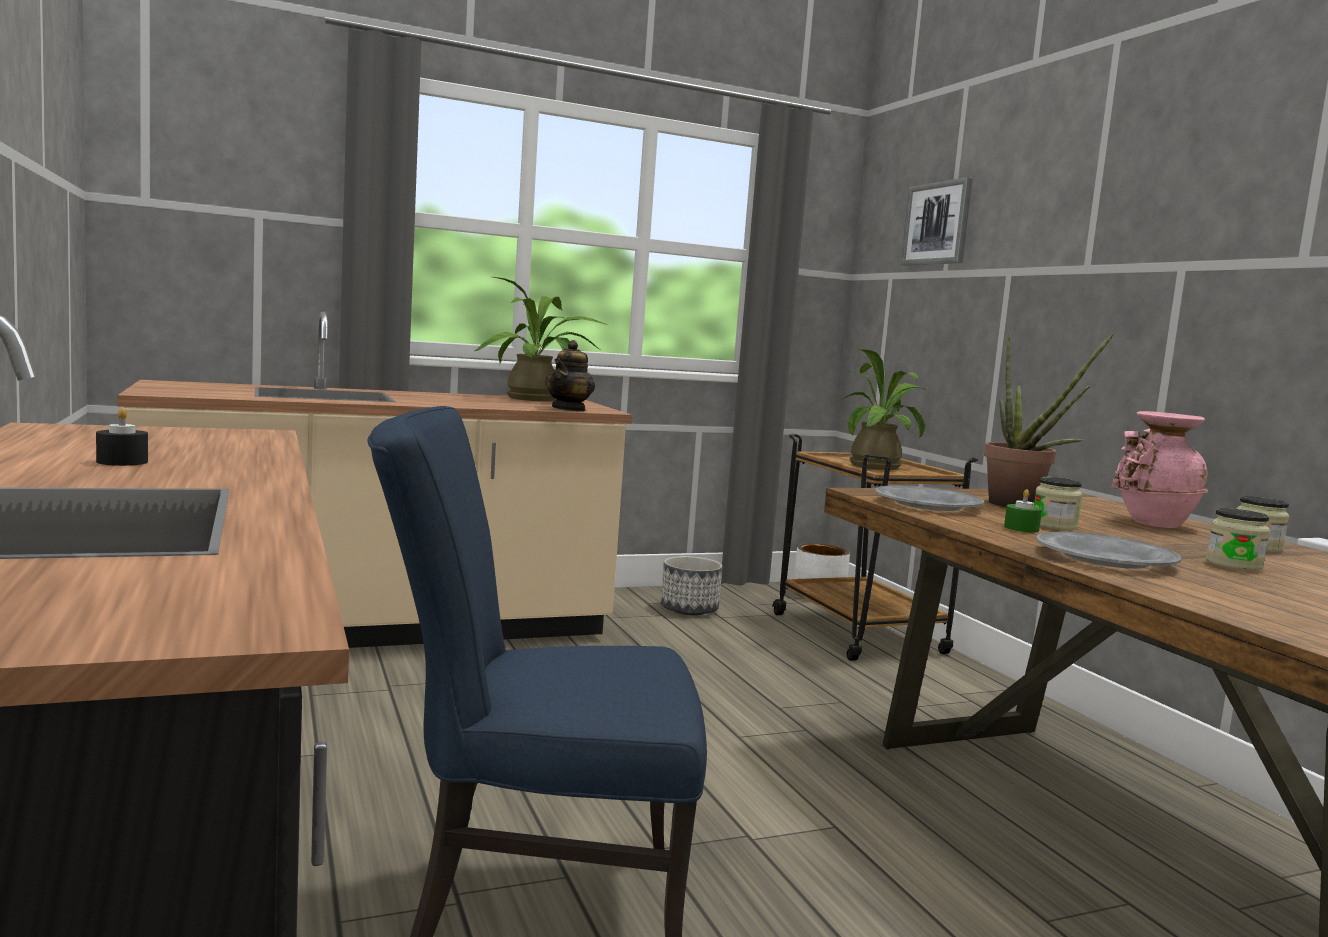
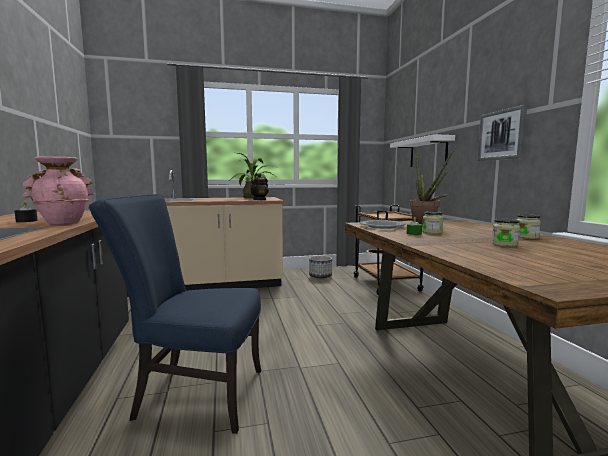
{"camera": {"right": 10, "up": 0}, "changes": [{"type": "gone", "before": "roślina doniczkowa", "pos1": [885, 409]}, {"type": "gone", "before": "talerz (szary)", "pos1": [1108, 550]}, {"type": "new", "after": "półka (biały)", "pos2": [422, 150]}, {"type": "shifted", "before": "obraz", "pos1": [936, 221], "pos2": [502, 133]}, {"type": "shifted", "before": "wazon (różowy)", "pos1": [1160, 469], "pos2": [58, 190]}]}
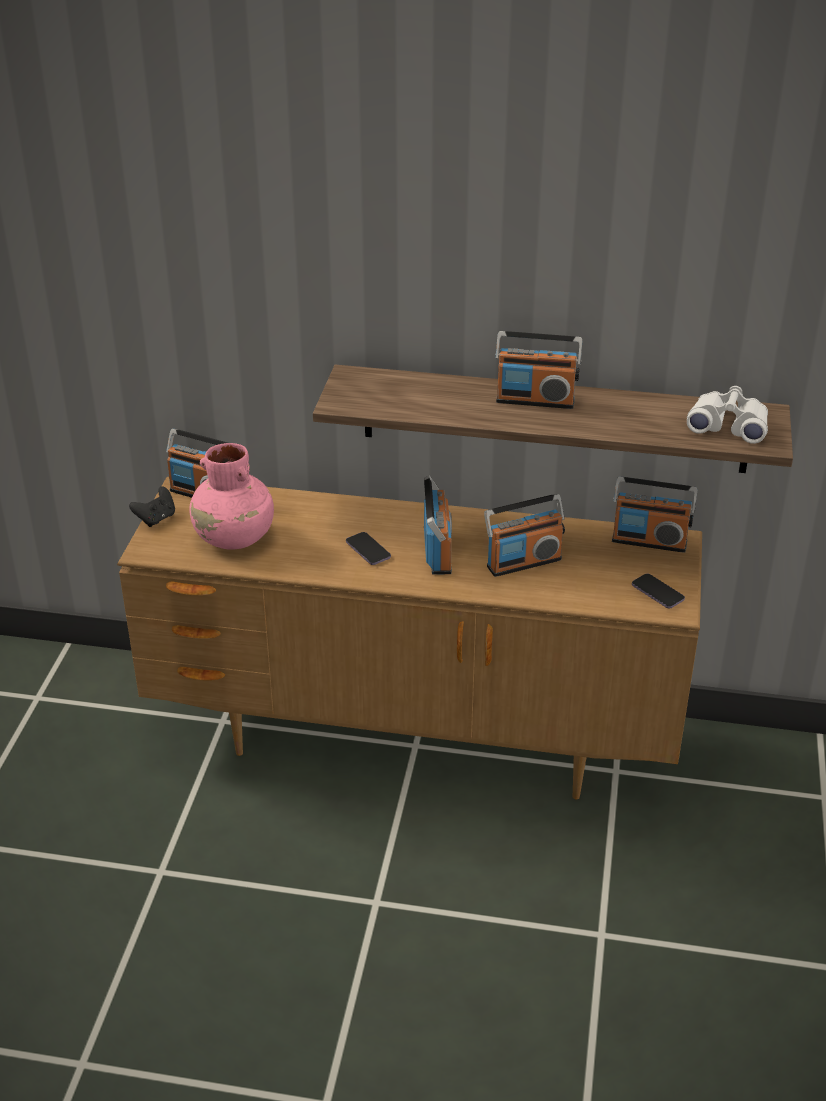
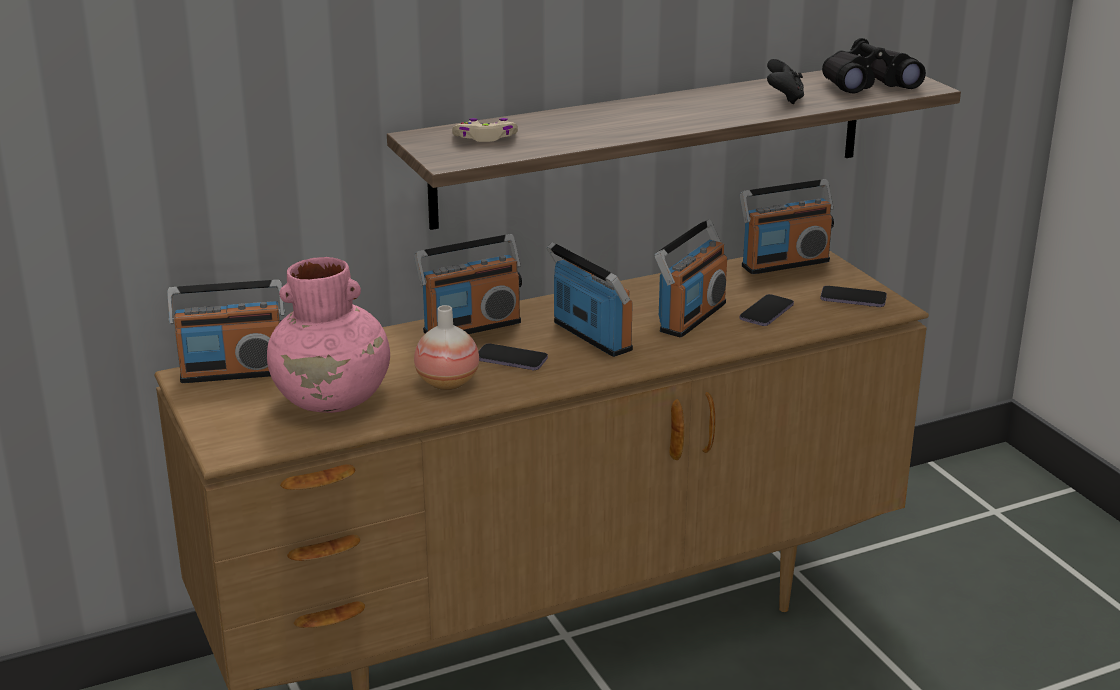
{"camera": {"right": -35, "up": -10}, "changes": [{"type": "new", "after": "wazon", "pos2": [446, 347]}, {"type": "new", "after": "pad do gier (beżowy)", "pos2": [485, 130]}, {"type": "new", "after": "telefon", "pos2": [767, 310]}, {"type": "shifted", "before": "pad do gier (czarny)", "pos1": [152, 506], "pos2": [785, 81]}, {"type": "shifted", "before": "radio", "pos1": [538, 370], "pos2": [468, 284]}, {"type": "repainted", "before": "lornetka (biały)", "after": "lornetka (czarny)", "pos1": [727, 415], "pos2": [874, 66]}]}
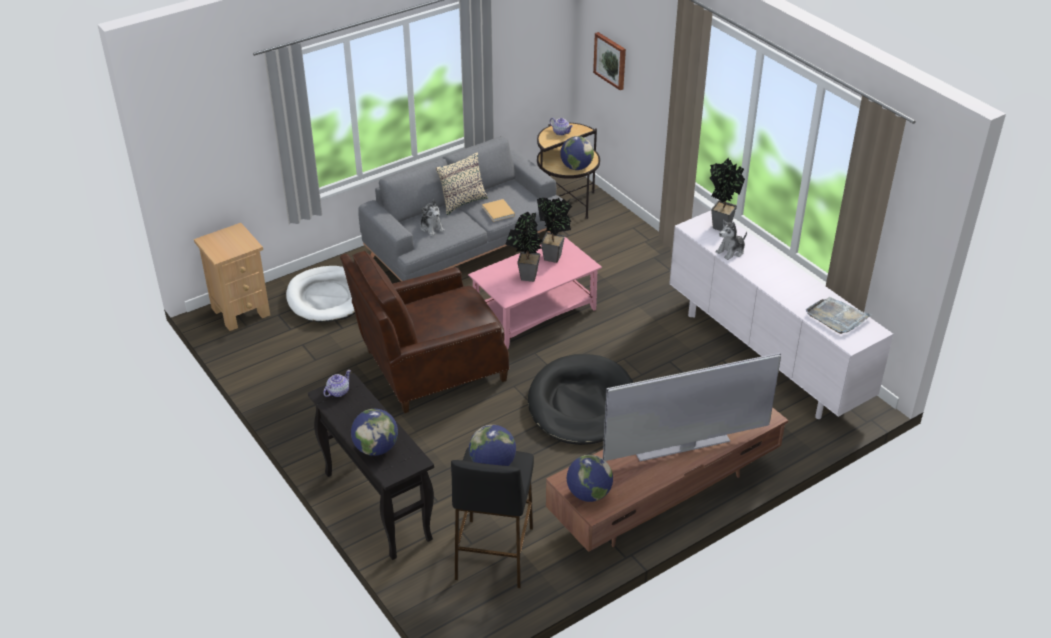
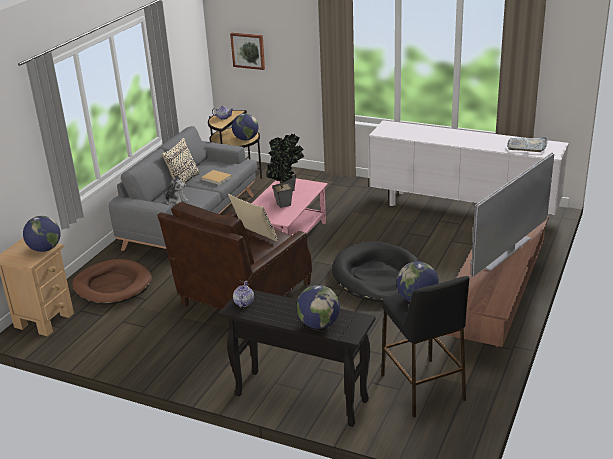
{"camera": {"right": -30, "up": -10}, "changes": [{"type": "gone", "before": "roślina doniczkowa", "pos1": [727, 194]}, {"type": "gone", "before": "pluszak", "pos1": [731, 240]}, {"type": "new", "after": "poduszka (beżowy)", "pos2": [253, 218]}, {"type": "shifted", "before": "globus", "pos1": [590, 478], "pos2": [42, 234]}, {"type": "repainted", "before": "legowisko (biały)", "after": "legowisko (brązowy)", "pos1": [320, 294], "pos2": [112, 282]}]}
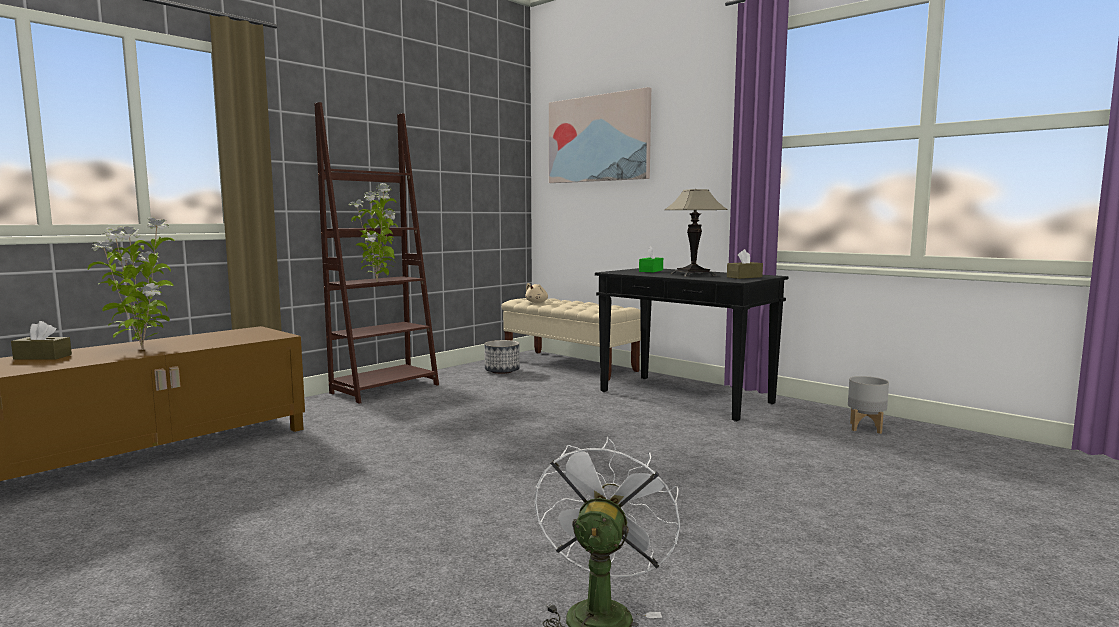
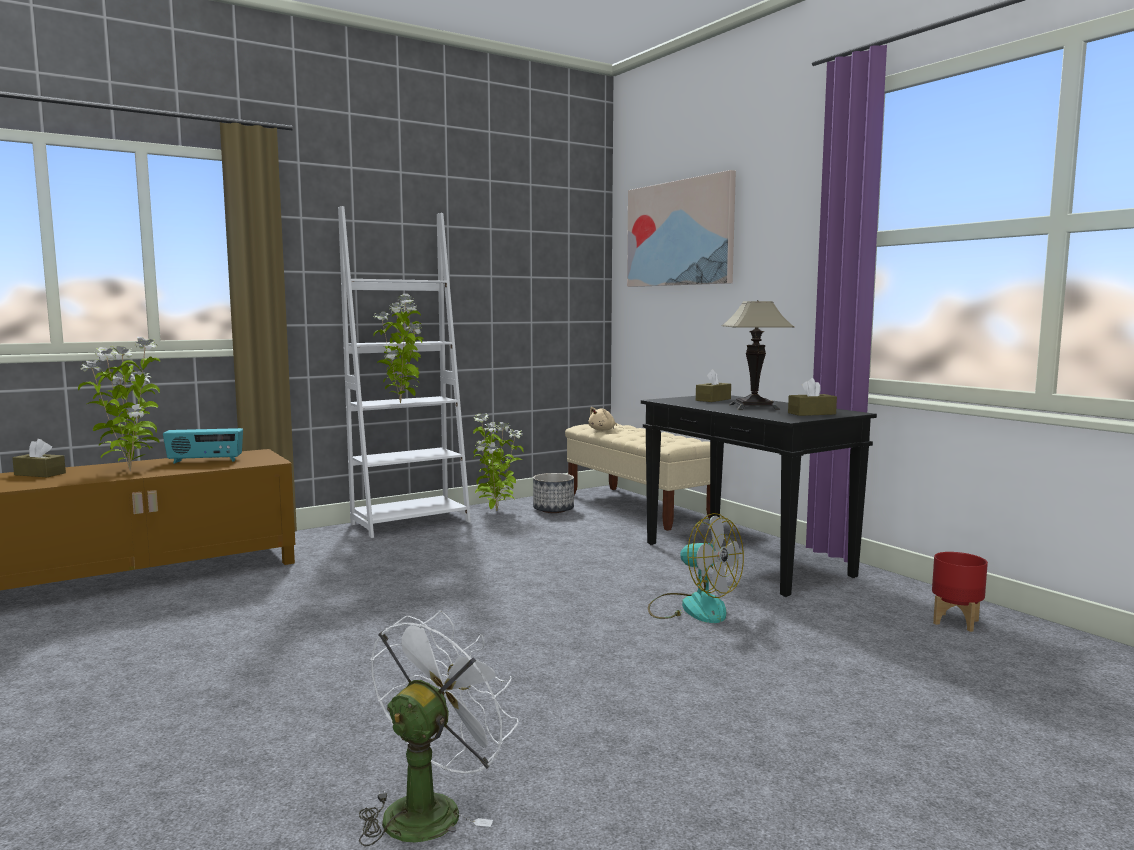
{"camera": {"right": 15, "up": 0}, "changes": [{"type": "new", "after": "radio", "pos2": [203, 445]}, {"type": "new", "after": "roślina doniczkowa", "pos2": [498, 462]}, {"type": "new", "after": "wentylator", "pos2": [696, 568]}, {"type": "repainted", "before": "regał (brązowy)", "after": "regał (biały)", "pos1": [376, 253], "pos2": [404, 372]}, {"type": "repainted", "before": "pudełko chusteczek (zielony)", "after": "pudełko chusteczek (brązowy)", "pos1": [651, 259], "pos2": [713, 385]}, {"type": "repainted", "before": "donica (szary)", "after": "donica (czerwony)", "pos1": [868, 405], "pos2": [960, 592]}]}
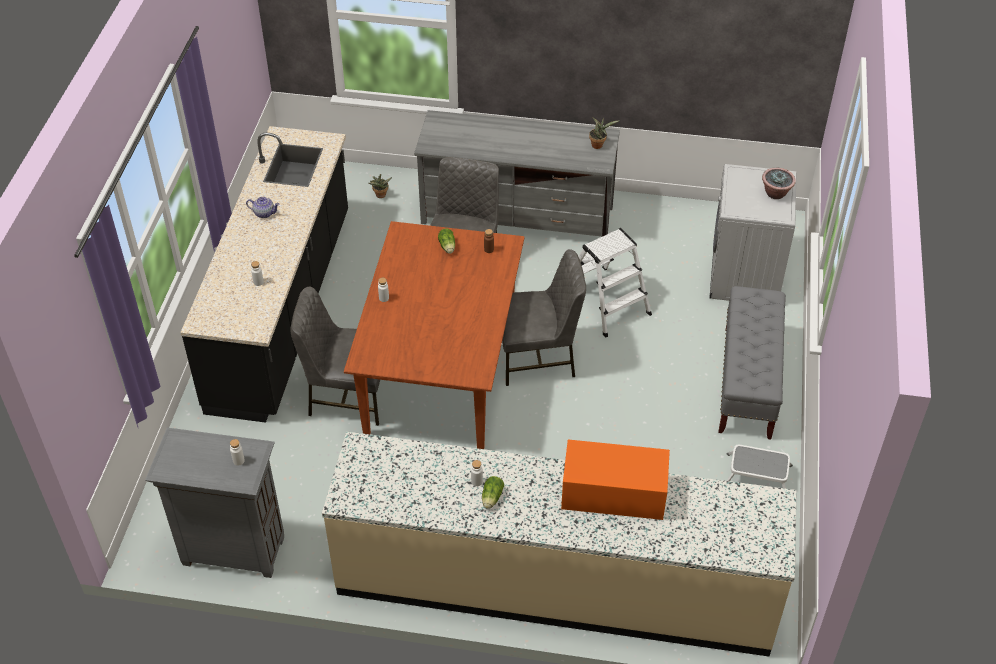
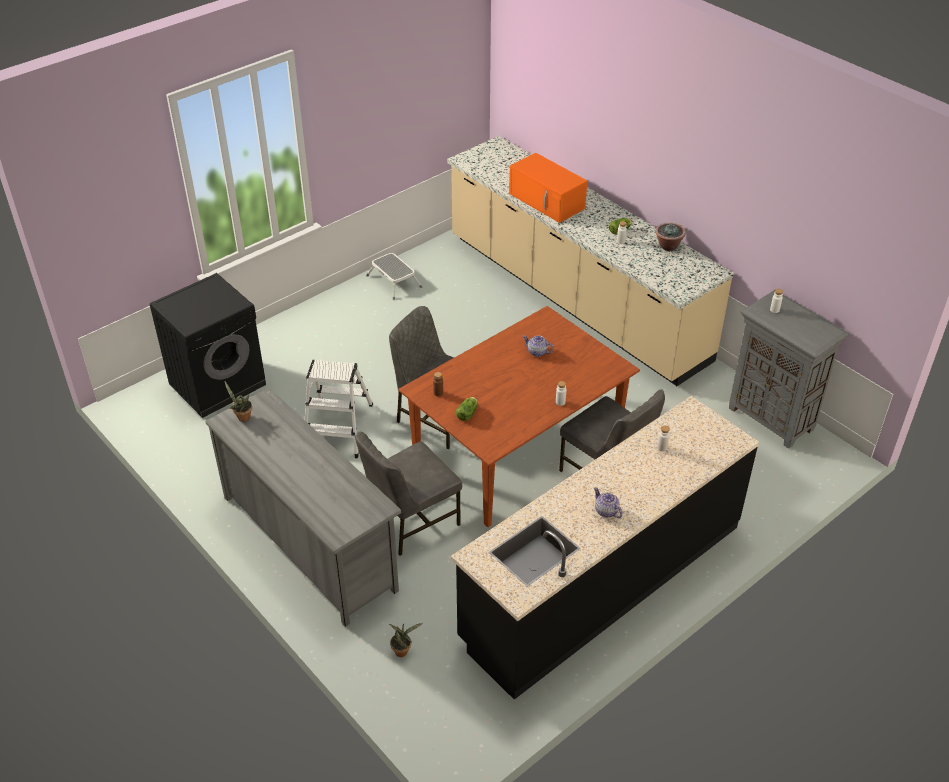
{"camera": {"right": -140, "up": -5}, "changes": [{"type": "gone", "before": "ławka (szary)", "pos1": [752, 362]}, {"type": "new", "after": "imbryk", "pos2": [538, 346]}, {"type": "shifted", "before": "roślina doniczkowa", "pos1": [779, 183], "pos2": [670, 237]}, {"type": "repainted", "before": "pralka (biały)", "after": "pralka (czarny)", "pos1": [753, 232], "pos2": [208, 345]}]}
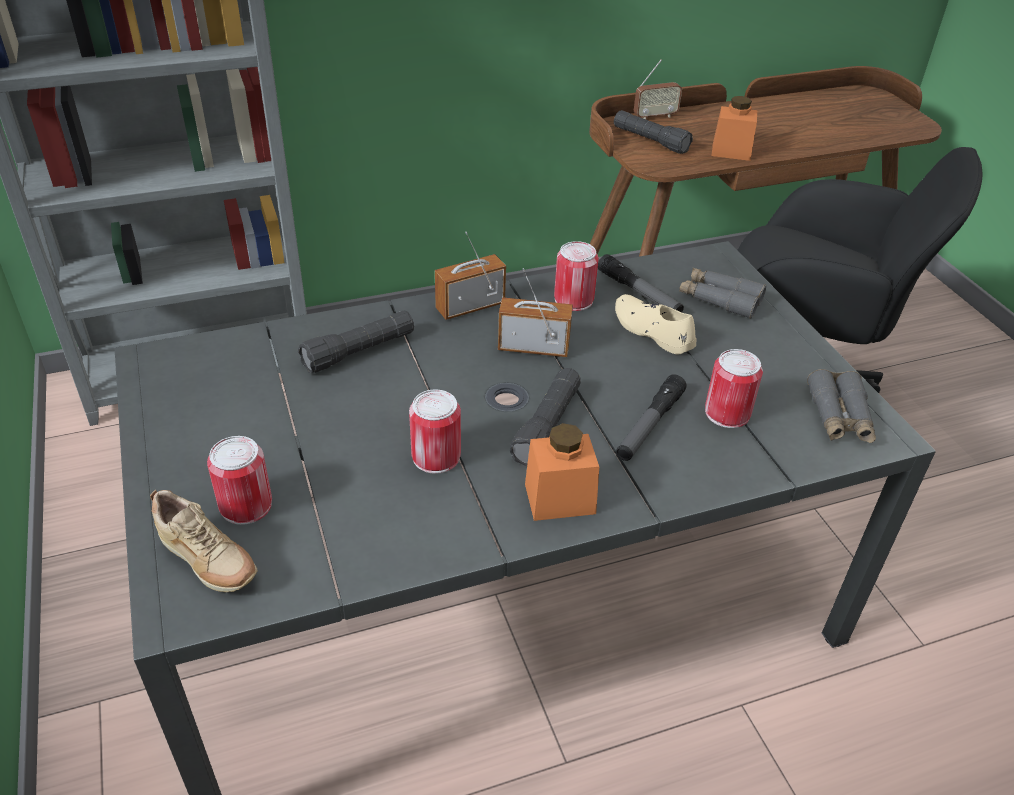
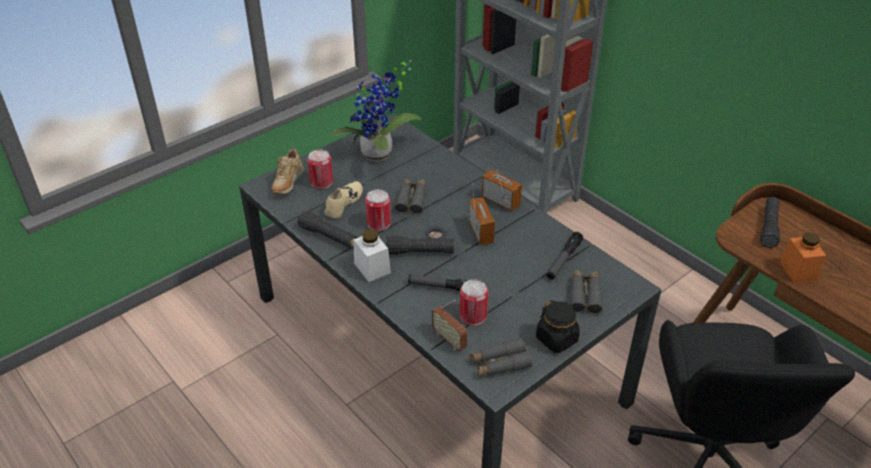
{"camera": {"right": 70, "up": 0}, "changes": [{"type": "gone", "before": "puszka", "pos1": [576, 276]}, {"type": "new", "after": "roślina doniczkowa", "pos2": [377, 111]}, {"type": "new", "after": "lornetka (szary)", "pos2": [410, 197]}, {"type": "new", "after": "słoik (czarny)", "pos2": [558, 326]}, {"type": "shifted", "before": "latarka (czarny)", "pos1": [356, 341], "pos2": [327, 229]}, {"type": "shifted", "before": "but (beżowy)", "pos1": [656, 324], "pos2": [343, 199]}, {"type": "shifted", "before": "radio", "pos1": [658, 89], "pos2": [449, 325]}, {"type": "repainted", "before": "słoik (pomarańczowy)", "after": "słoik (biały)", "pos1": [562, 472], "pos2": [372, 255]}]}
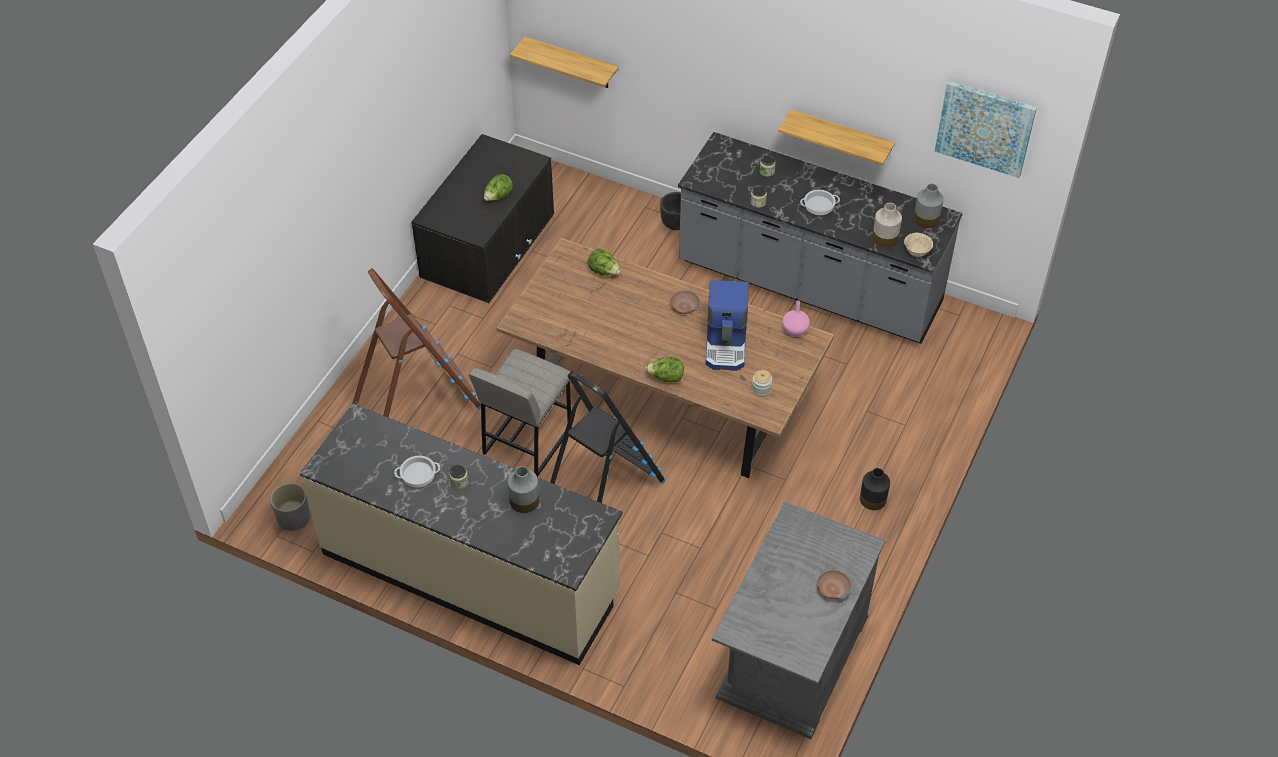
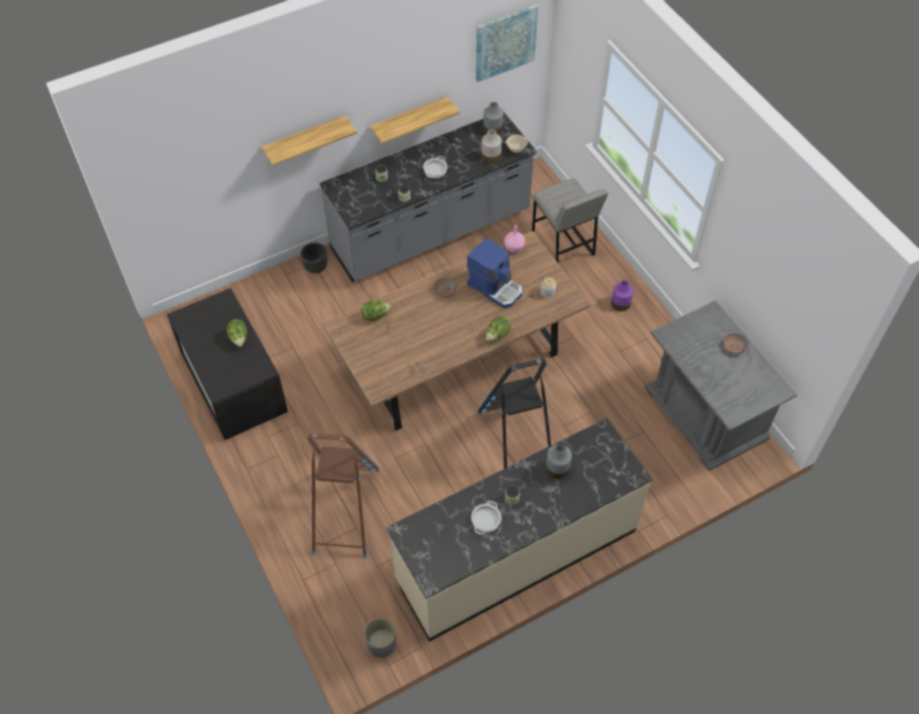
{"camera": {"right": -55, "up": 5}, "changes": [{"type": "shifted", "before": "krzesło (szary)", "pos1": [520, 413], "pos2": [570, 220]}, {"type": "shifted", "before": "półka", "pos1": [564, 62], "pos2": [309, 140]}, {"type": "repainted", "before": "wazon (czarny)", "after": "wazon (fioletowy)", "pos1": [875, 489], "pos2": [622, 295]}]}
